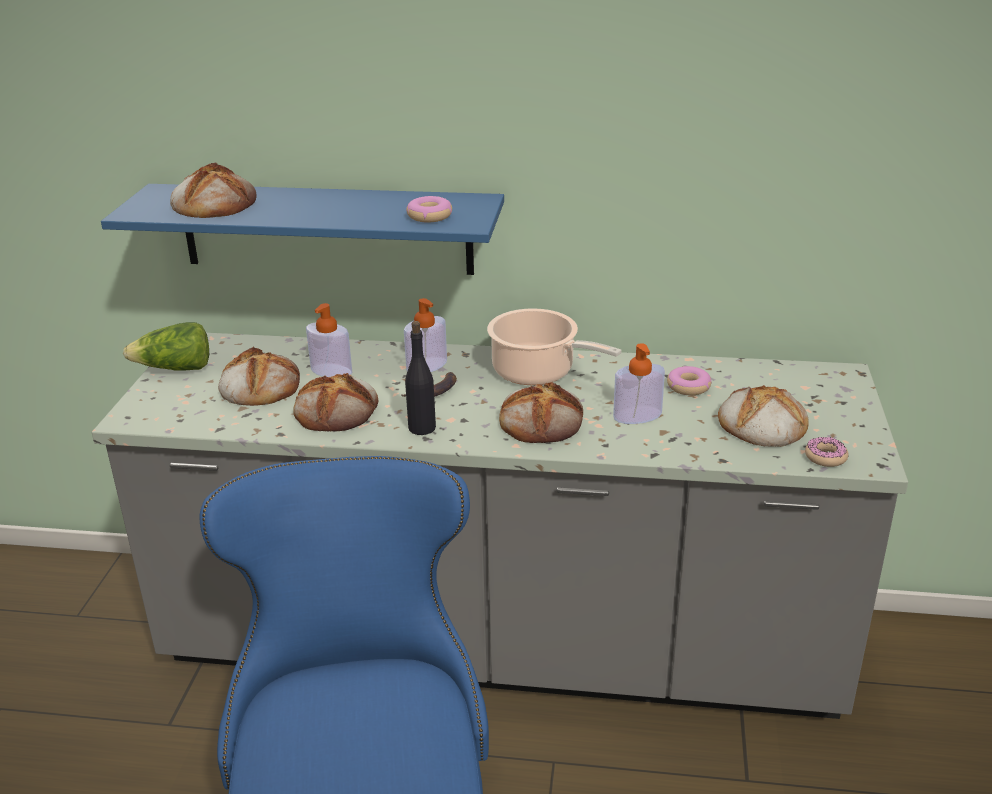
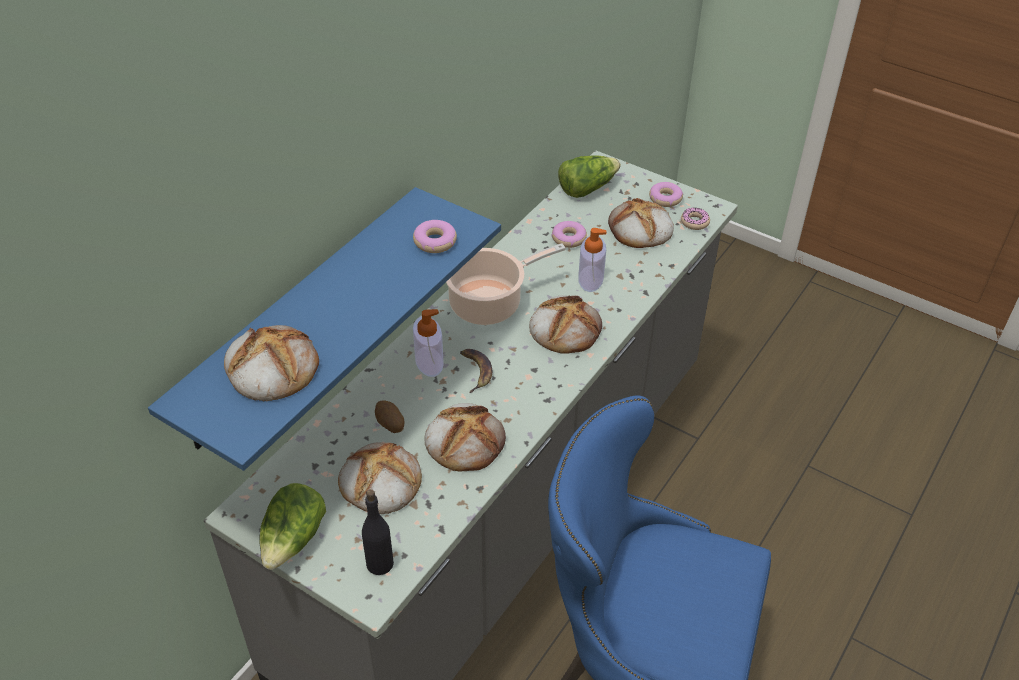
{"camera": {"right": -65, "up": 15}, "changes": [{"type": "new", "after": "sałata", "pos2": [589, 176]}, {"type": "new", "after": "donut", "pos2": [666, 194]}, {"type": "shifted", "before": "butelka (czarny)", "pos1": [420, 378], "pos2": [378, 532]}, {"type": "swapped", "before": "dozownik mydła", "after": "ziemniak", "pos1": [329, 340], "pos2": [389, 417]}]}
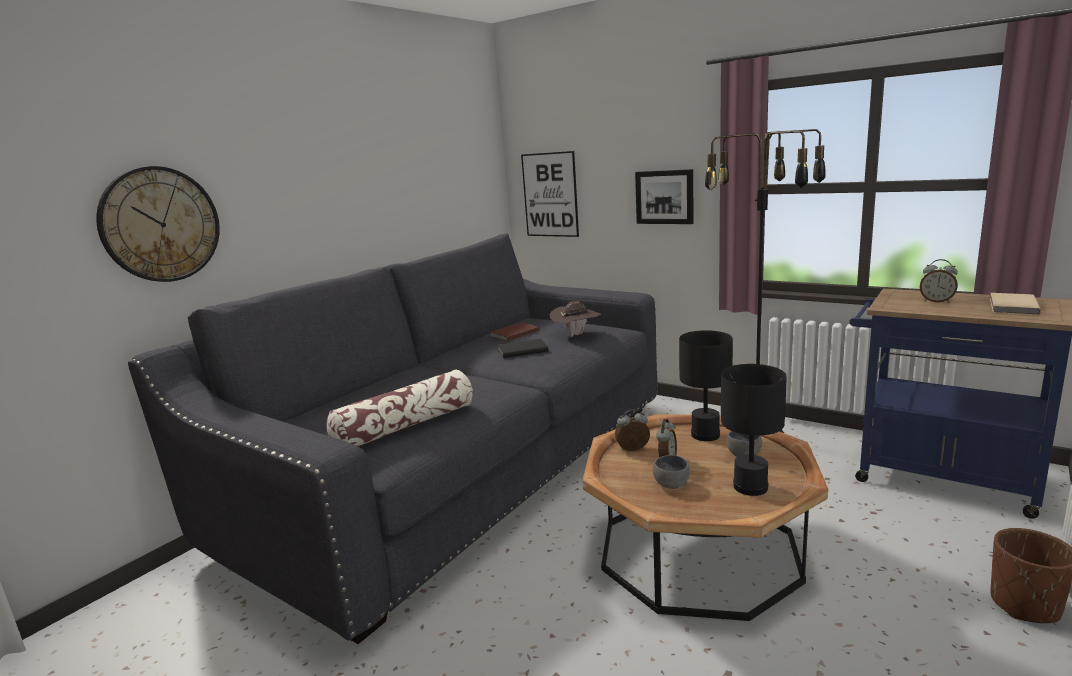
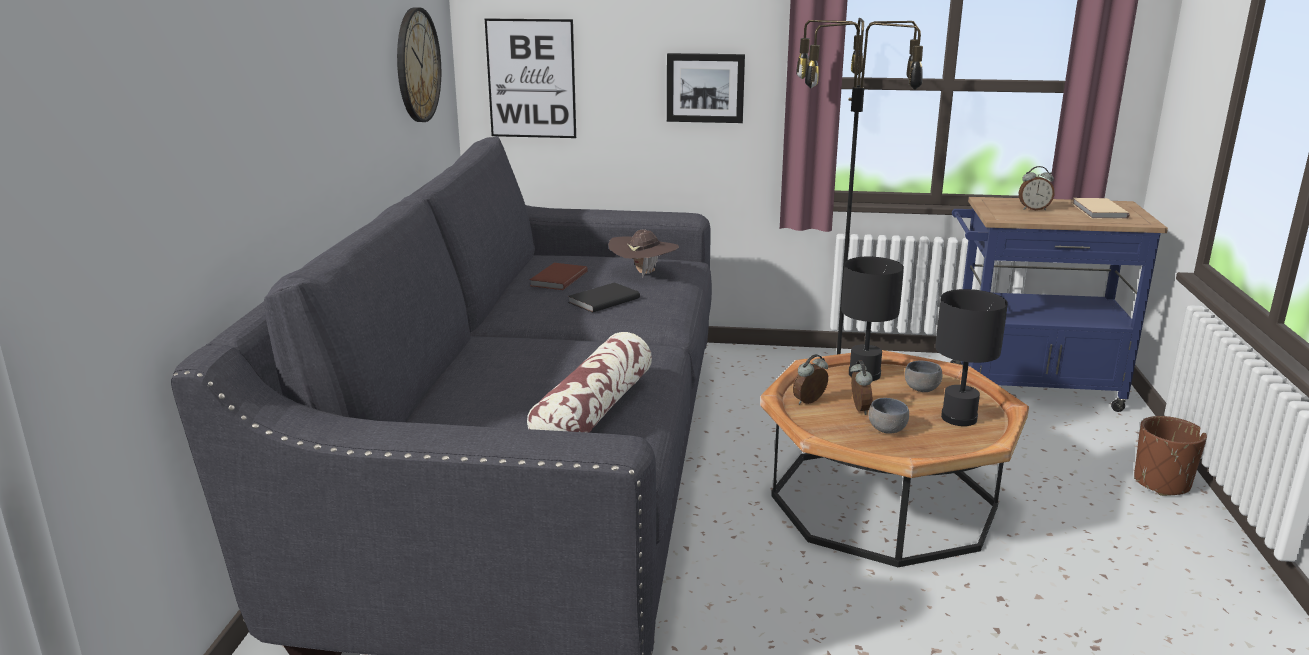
{"camera": {"right": -30, "up": 5}, "changes": [{"type": "shifted", "before": "zegar ścienny", "pos1": [158, 224], "pos2": [419, 65]}]}
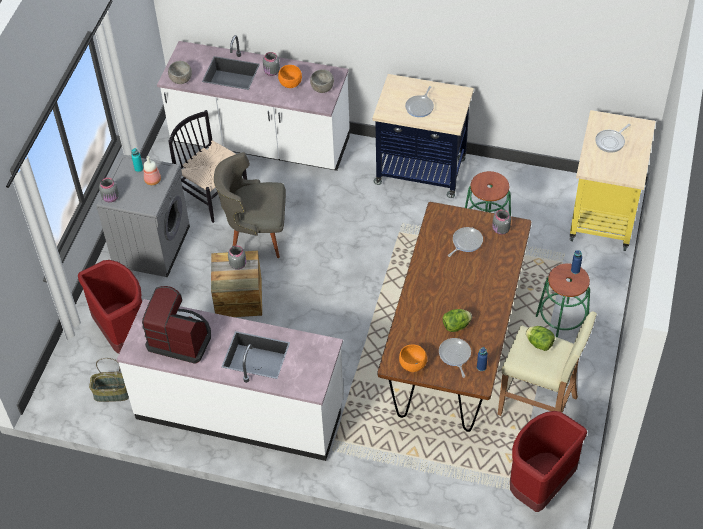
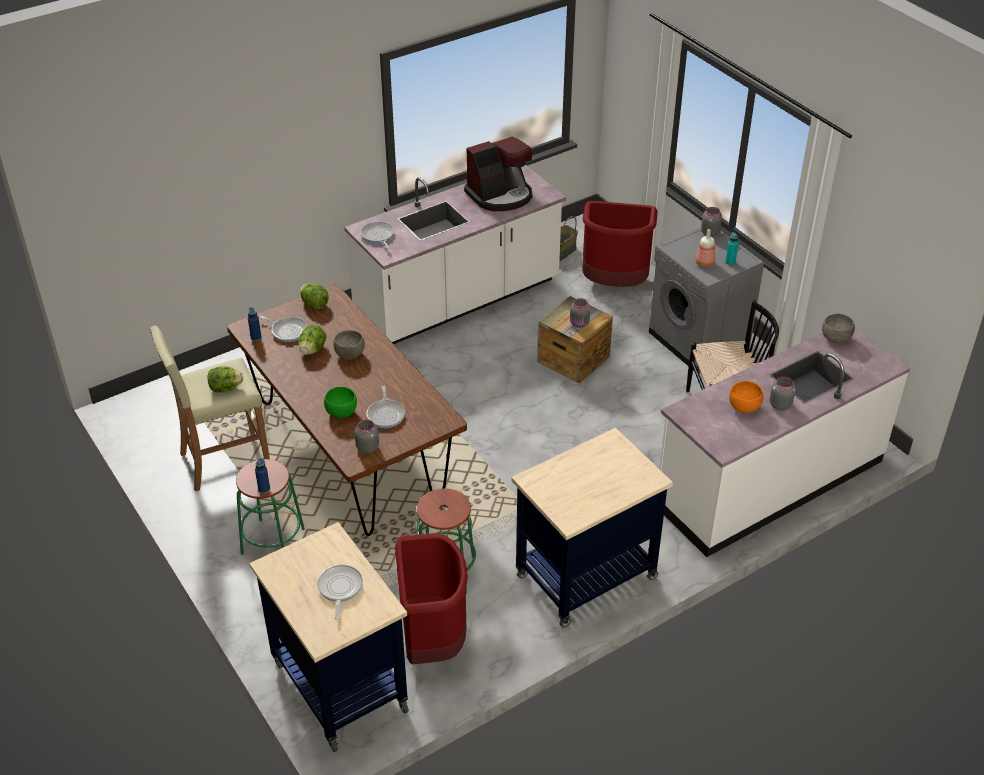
{"camera": {"right": 130, "up": -10}, "changes": [{"type": "gone", "before": "krzesło (szary)", "pos1": [250, 205]}, {"type": "new", "after": "miska (zielony)", "pos2": [340, 402]}, {"type": "shifted", "before": "miska (szary)", "pos1": [322, 81], "pos2": [349, 344]}, {"type": "shifted", "before": "patelnia", "pos1": [419, 101], "pos2": [377, 235]}, {"type": "shifted", "before": "kosz na śmieci (czerwony)", "pos1": [548, 461], "pos2": [431, 599]}, {"type": "swapped", "before": "miska (pomarańczowy)", "after": "sałata", "pos1": [413, 358], "pos2": [314, 296]}, {"type": "repainted", "before": "wózek (żółty)", "after": "wózek (niebieski)", "pos1": [612, 180], "pos2": [329, 637]}]}
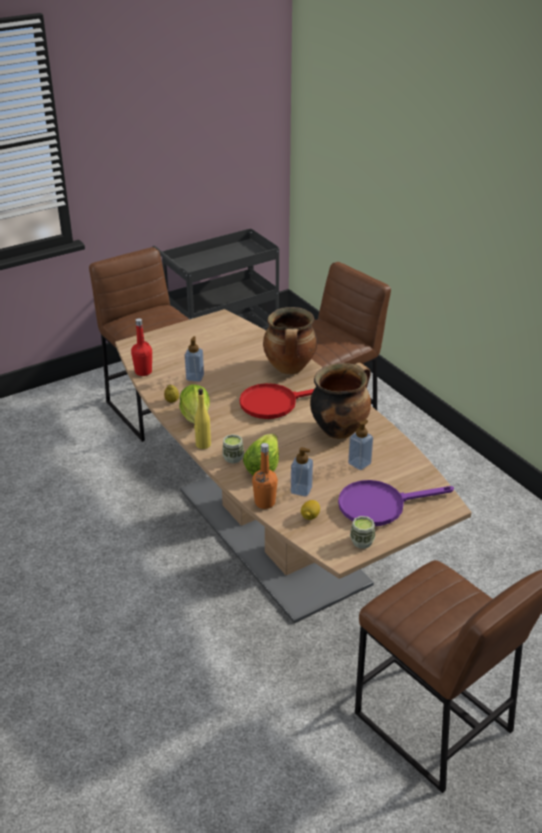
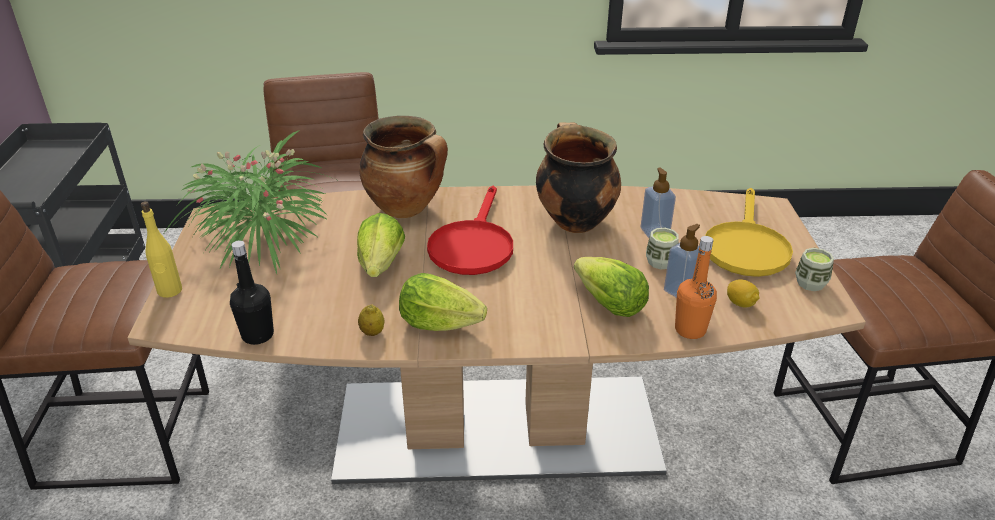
{"camera": {"right": -60, "up": 0}, "changes": [{"type": "gone", "before": "dozownik mydła", "pos1": [194, 359]}, {"type": "new", "after": "roślina doniczkowa", "pos2": [249, 202]}, {"type": "new", "after": "sałata", "pos2": [381, 245]}, {"type": "shifted", "before": "butelka (żółty)", "pos1": [202, 418], "pos2": [161, 249]}, {"type": "shifted", "before": "filiżanka", "pos1": [233, 449], "pos2": [662, 248]}, {"type": "repainted", "before": "butelka (czerwony)", "after": "butelka (czarny)", "pos1": [141, 347], "pos2": [252, 293]}, {"type": "repainted", "before": "patelnia (fioletowy)", "after": "patelnia (żółty)", "pos1": [396, 503], "pos2": [749, 232]}]}
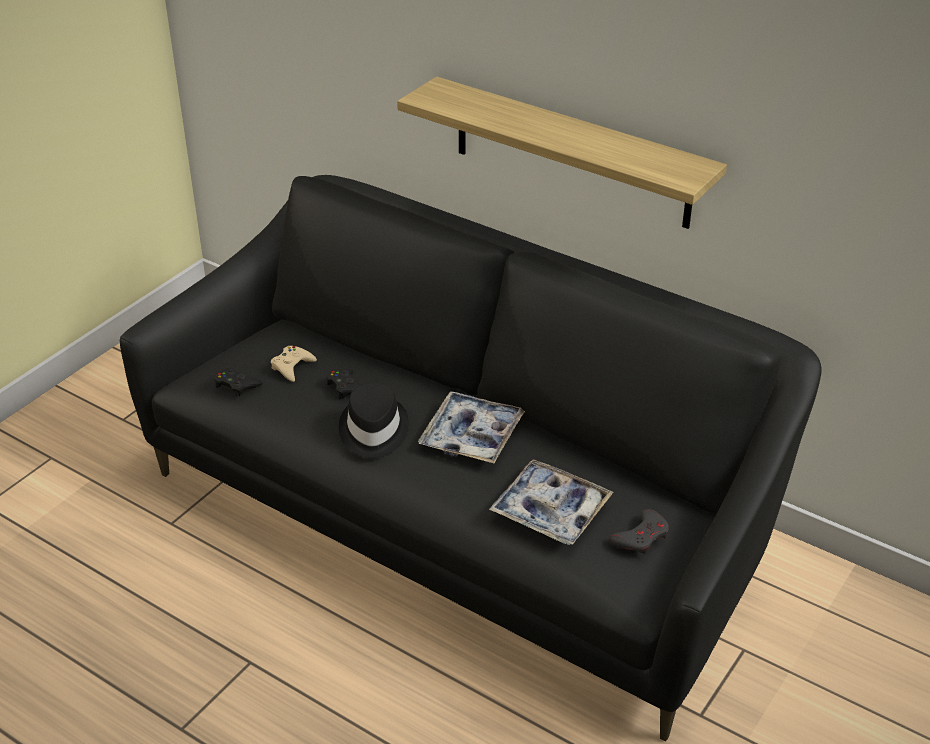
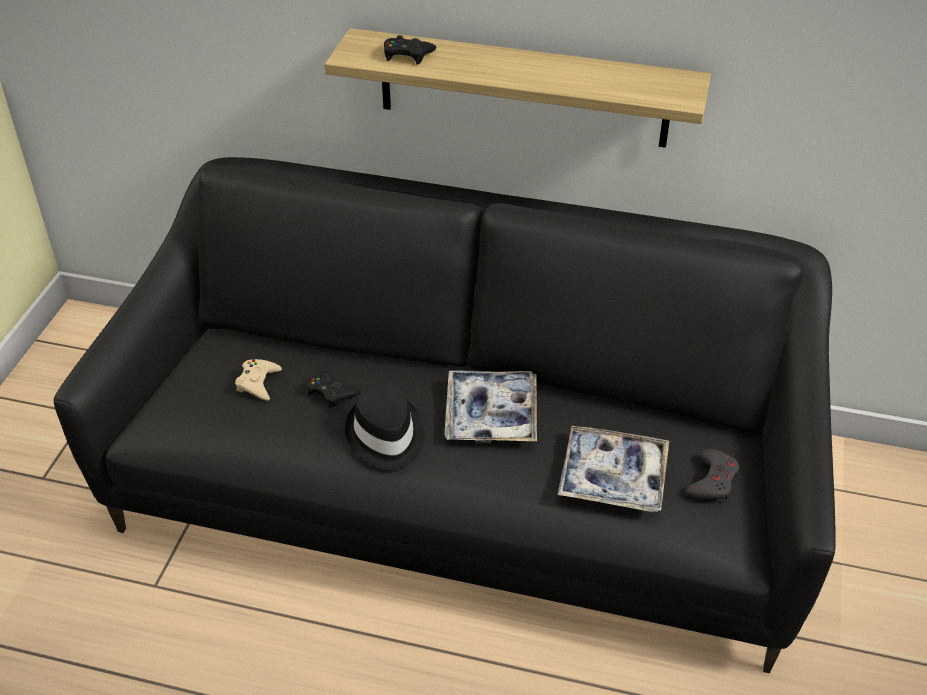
{"camera": {"right": -20, "up": 5}, "changes": [{"type": "shifted", "before": "pad do gier (czarny)", "pos1": [238, 382], "pos2": [410, 49]}]}
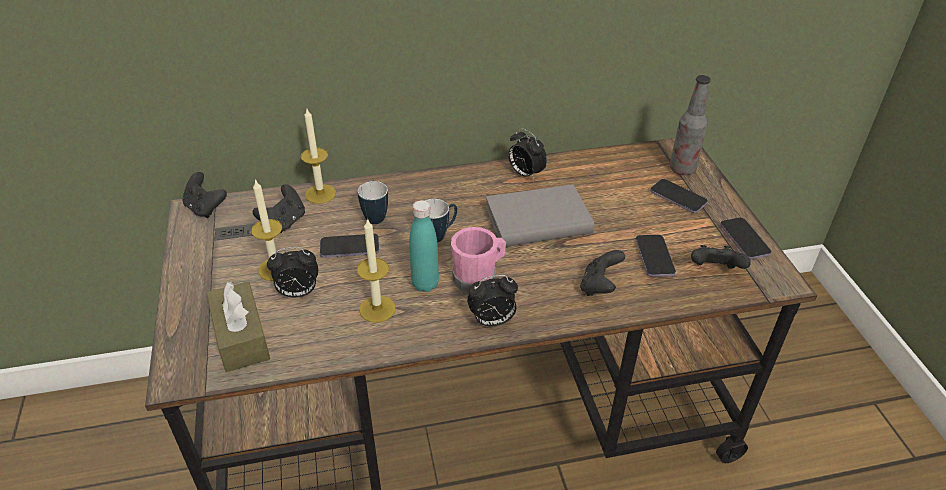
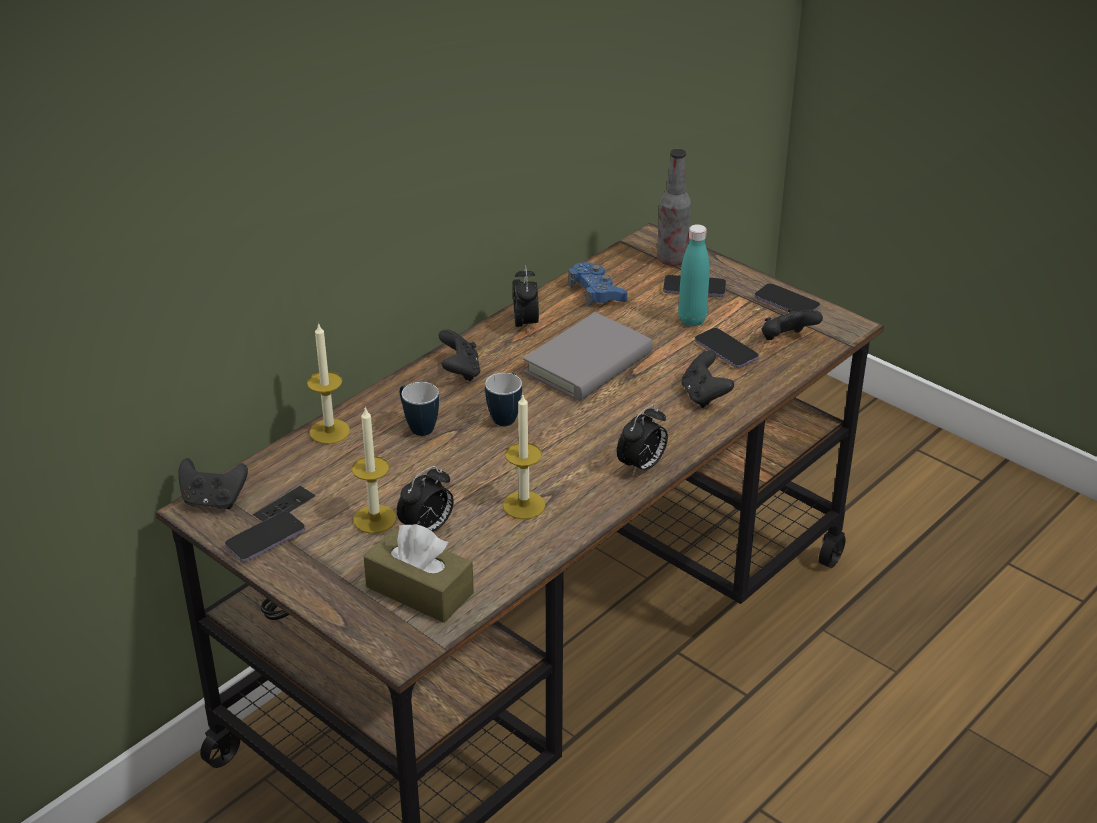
{"camera": {"right": -35, "up": -5}, "changes": [{"type": "gone", "before": "kubek (różowy)", "pos1": [478, 260]}, {"type": "new", "after": "pad do gier (niebieski)", "pos2": [598, 284]}, {"type": "shifted", "before": "pad do gier (czarny)", "pos1": [279, 208], "pos2": [459, 355]}, {"type": "shifted", "before": "telefon", "pos1": [349, 246], "pos2": [264, 536]}, {"type": "shifted", "before": "butelka (turkusowy)", "pos1": [424, 246], "pos2": [694, 275]}, {"type": "rotated", "before": "budzik", "pos1": [527, 154], "pos2": [526, 299], "turn": -105}]}
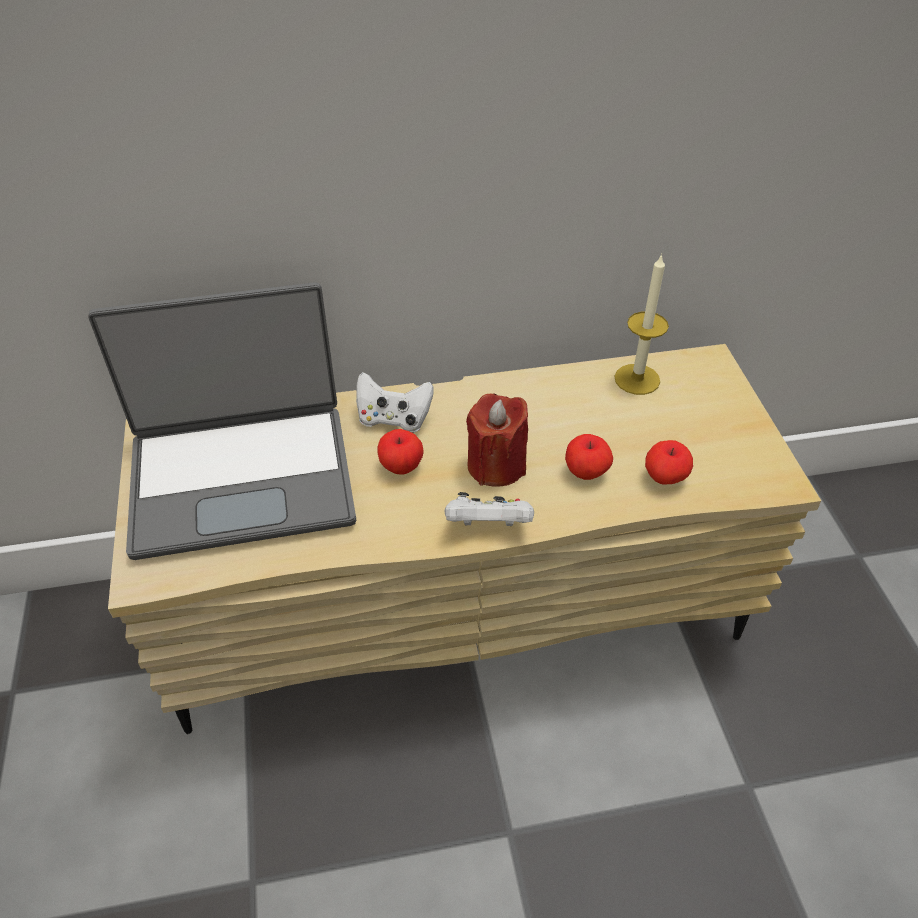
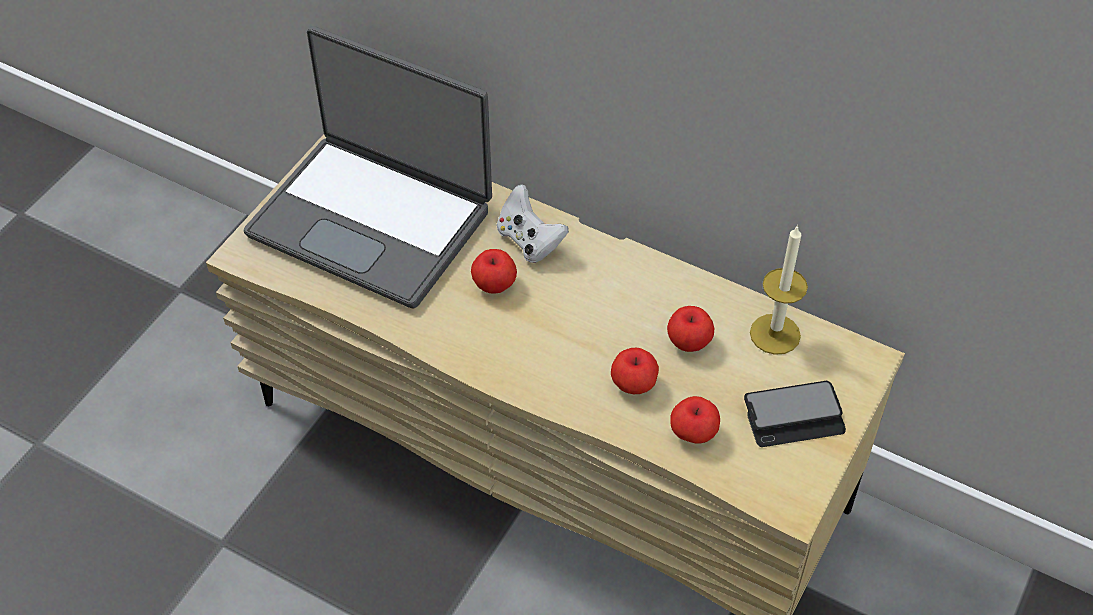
{"camera": {"right": 40, "up": 5}, "changes": [{"type": "gone", "before": "pad do gier (biały)", "pos1": [489, 509]}, {"type": "gone", "before": "świeca (czerwony)", "pos1": [497, 440]}, {"type": "new", "after": "jabłko", "pos2": [690, 329]}, {"type": "new", "after": "telefon", "pos2": [795, 414]}]}
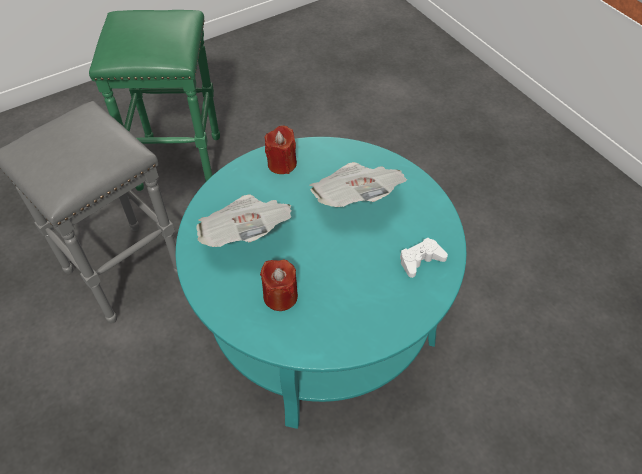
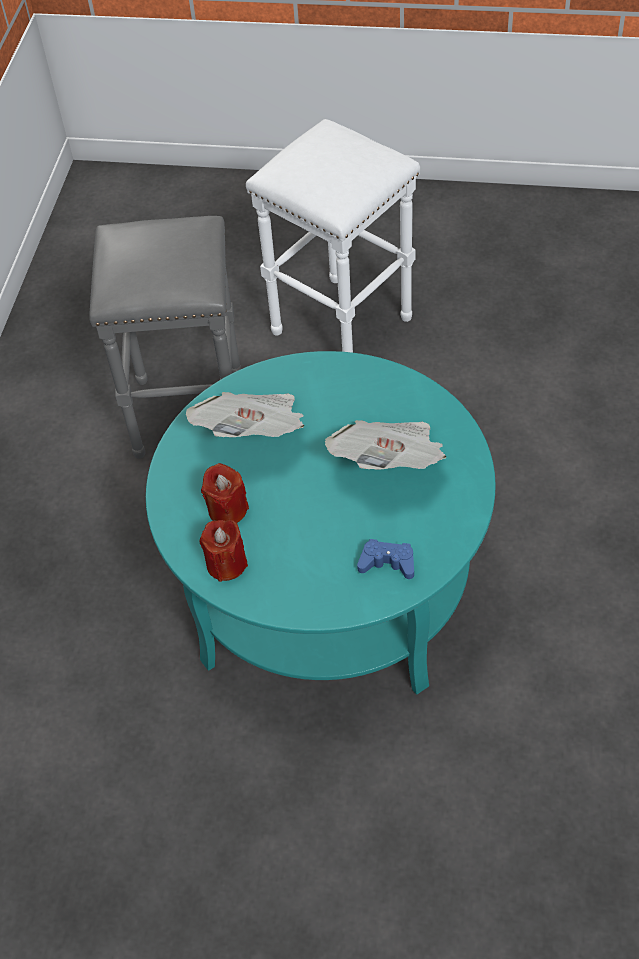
{"camera": {"right": 45, "up": 0}, "changes": [{"type": "shifted", "before": "świeca (czerwony)", "pos1": [281, 150], "pos2": [224, 551]}, {"type": "repainted", "before": "stołek (zielony)", "after": "stołek (biały)", "pos1": [154, 100], "pos2": [333, 236]}, {"type": "repainted", "before": "pad do gier (biały)", "after": "pad do gier (niebieski)", "pos1": [424, 258], "pos2": [385, 559]}]}
